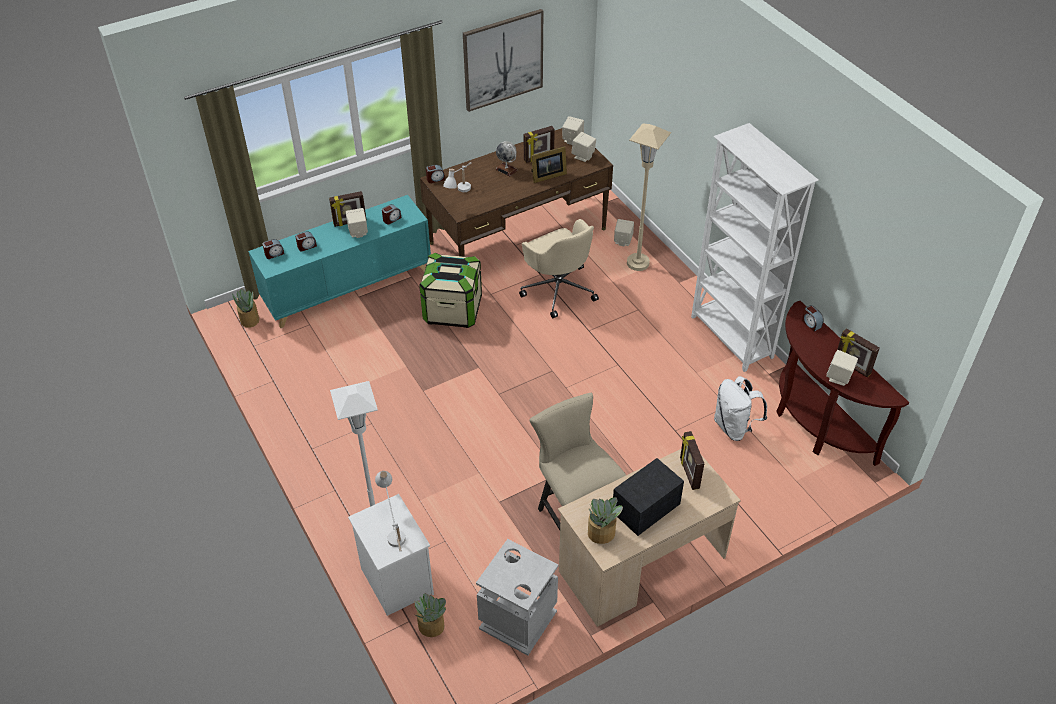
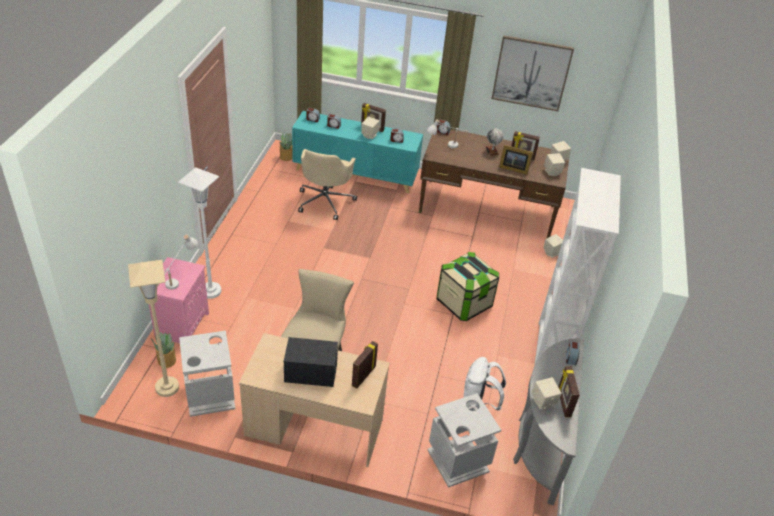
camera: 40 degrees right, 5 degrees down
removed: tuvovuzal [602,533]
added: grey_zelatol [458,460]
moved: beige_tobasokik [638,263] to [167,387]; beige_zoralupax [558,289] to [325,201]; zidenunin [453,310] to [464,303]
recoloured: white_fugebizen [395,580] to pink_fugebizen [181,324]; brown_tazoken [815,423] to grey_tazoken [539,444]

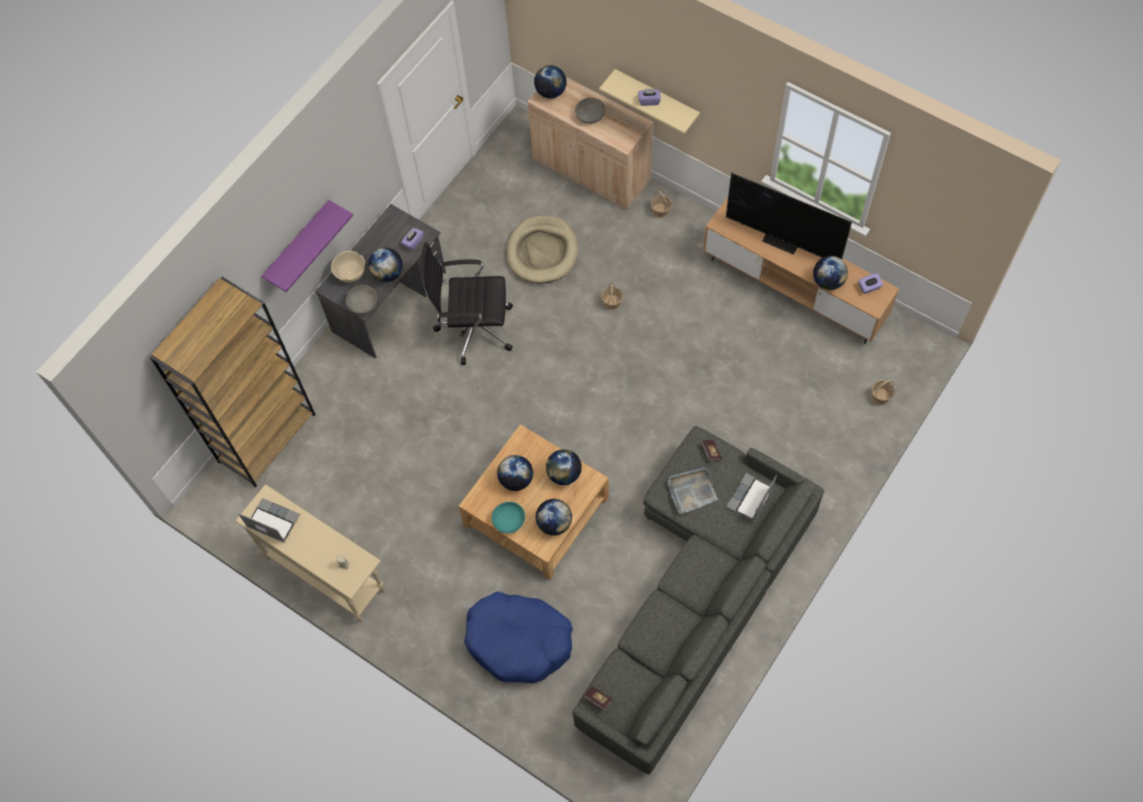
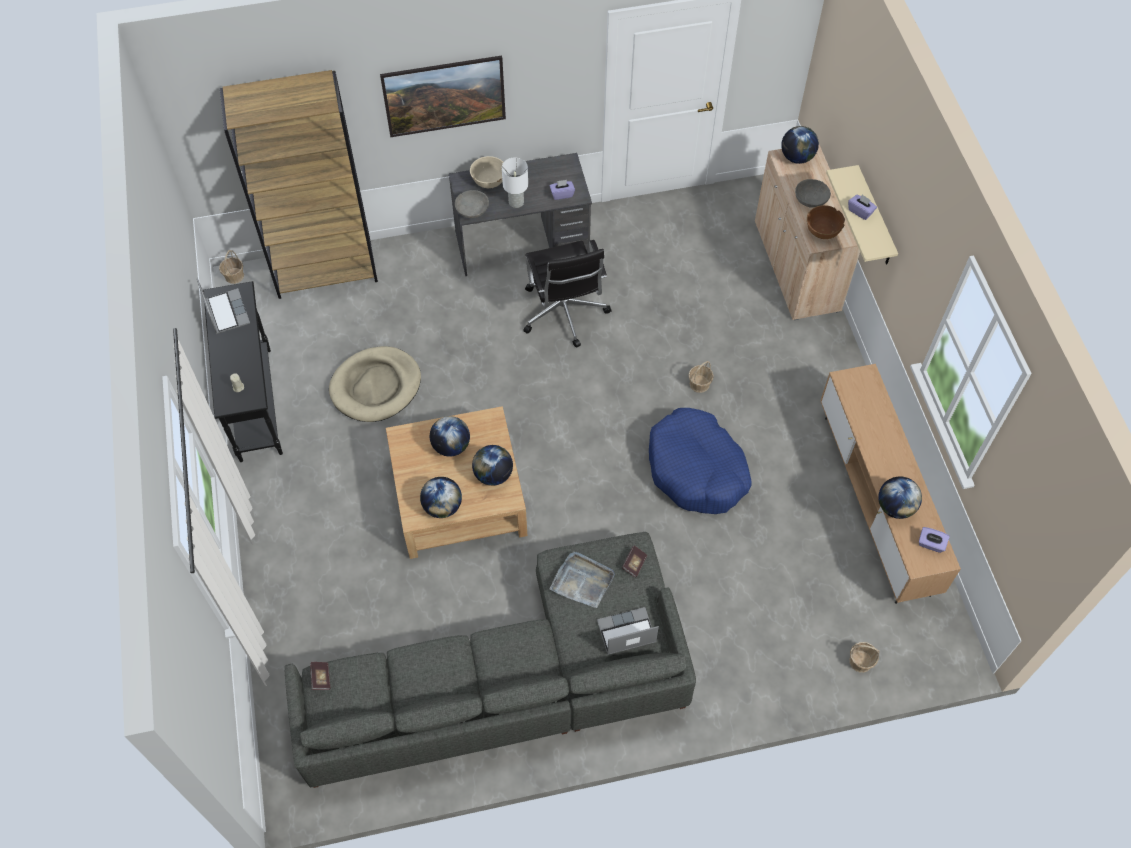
camera: 40 degrees right, 5 degrees down
removed: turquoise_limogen [509,521]; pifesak [782,241]
added: brown_limogen [822,231]
moved: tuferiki [660,211] to [234,276]; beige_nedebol [542,252] to [376,386]; blue_nedebol [519,641] to [696,469]
replaced: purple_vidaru [298,245] to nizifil [446,111]; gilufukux [388,273] to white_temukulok [516,202]
recoloured: beige_tazoken [325,574] to black_tazoken [256,403]
turned: black_zoralupax [473,328] = [564,314] 150 degrees counterclockwise

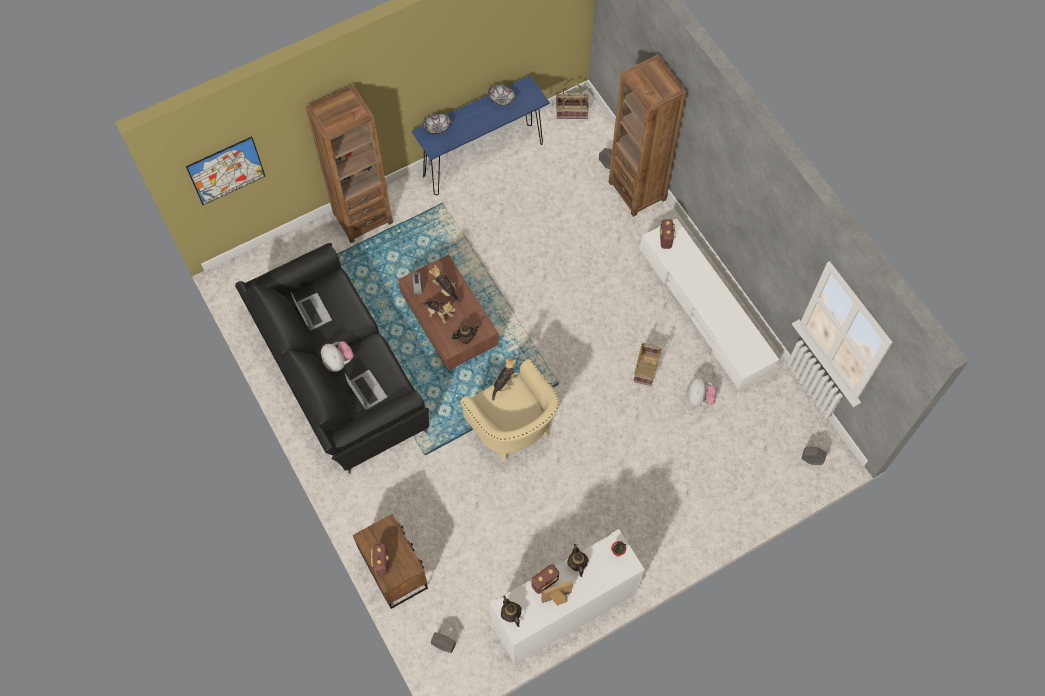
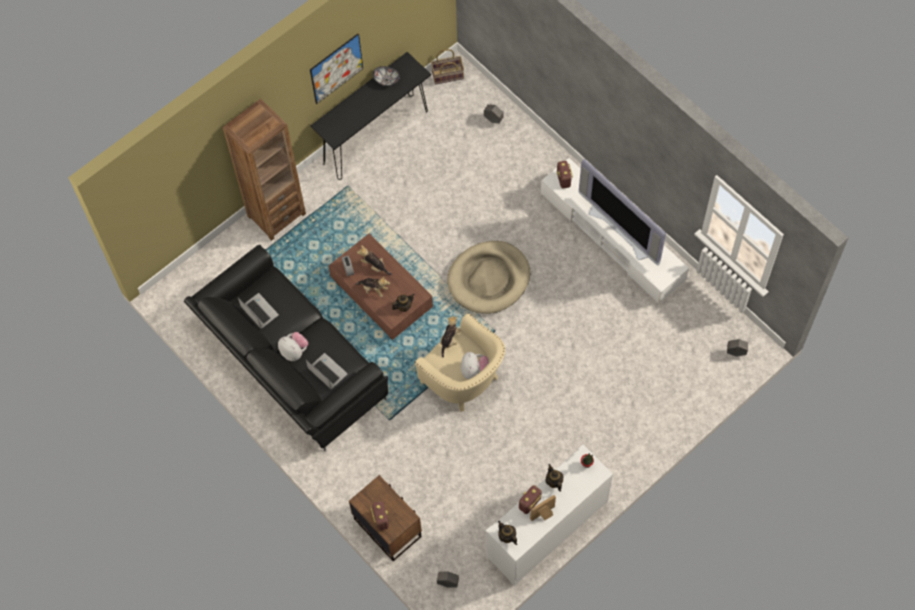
camera: 10 degrees left, 0 degrees up
removed: limogen [437,127]; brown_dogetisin [637,191]; tuferiki [646,369]
added: beige_nedebol [489,279]; pifesak [622,229]
moved: nizifil [226,171] to [336,68]; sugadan [699,398] to [474,371]
recoloured: blue_tazoken [483,159] to black_tazoken [375,137]

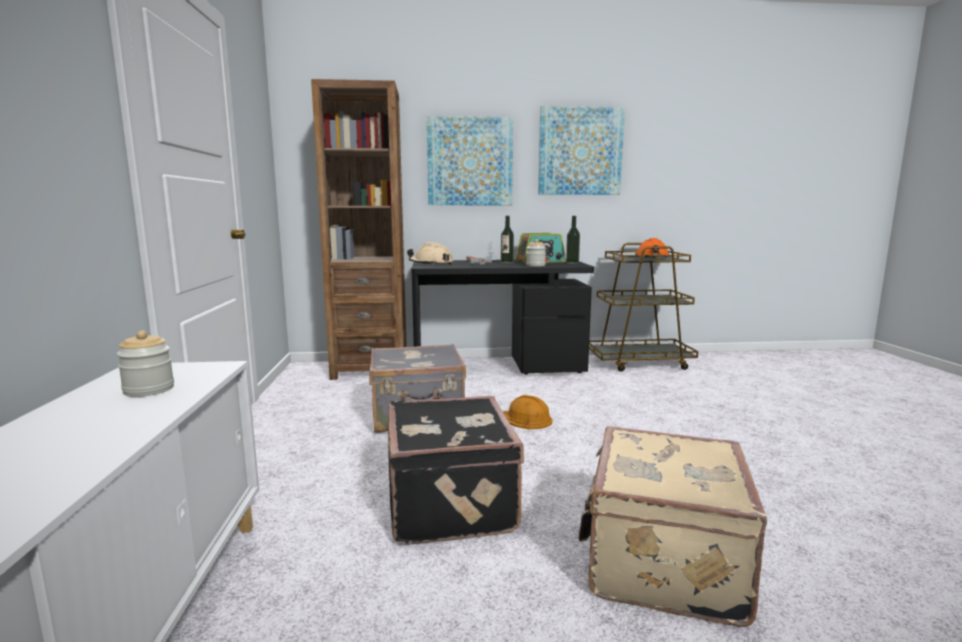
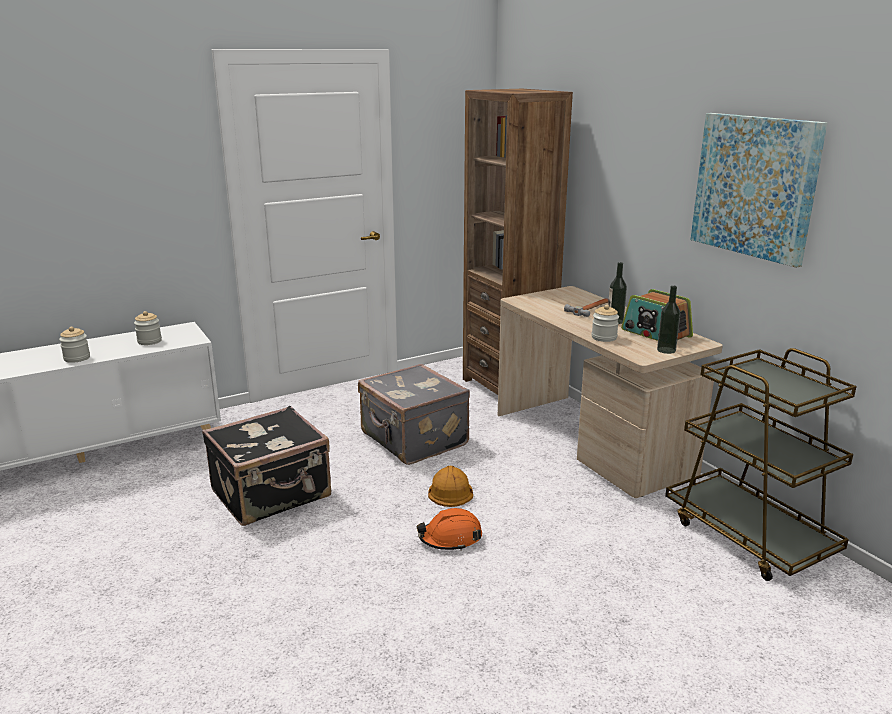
camera: 65 degrees right, 10 degrees up
removed: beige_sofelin [431,264]; nizifil [470,162]; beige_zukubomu [661,562]
added: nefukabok [77,358]
moved: orange_sofelin [652,258] to [450,538]
recoloured: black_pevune [498,367] to beige_pevune [592,443]

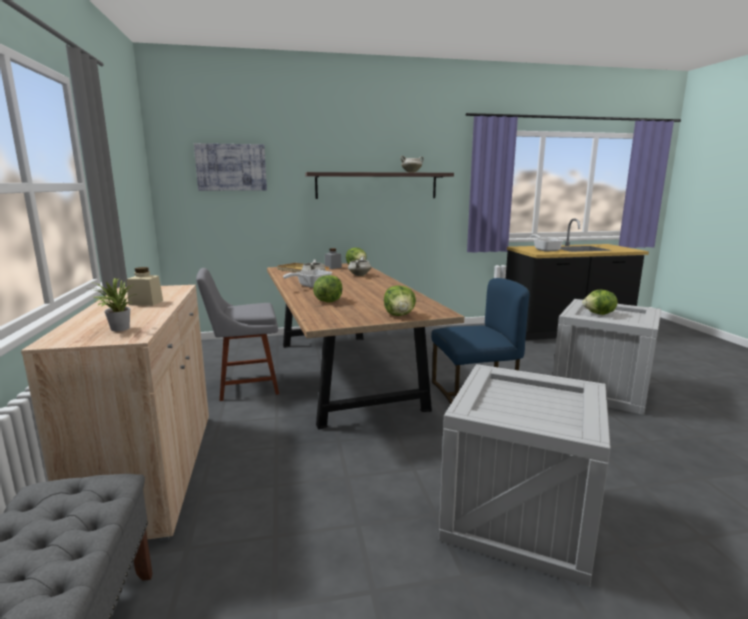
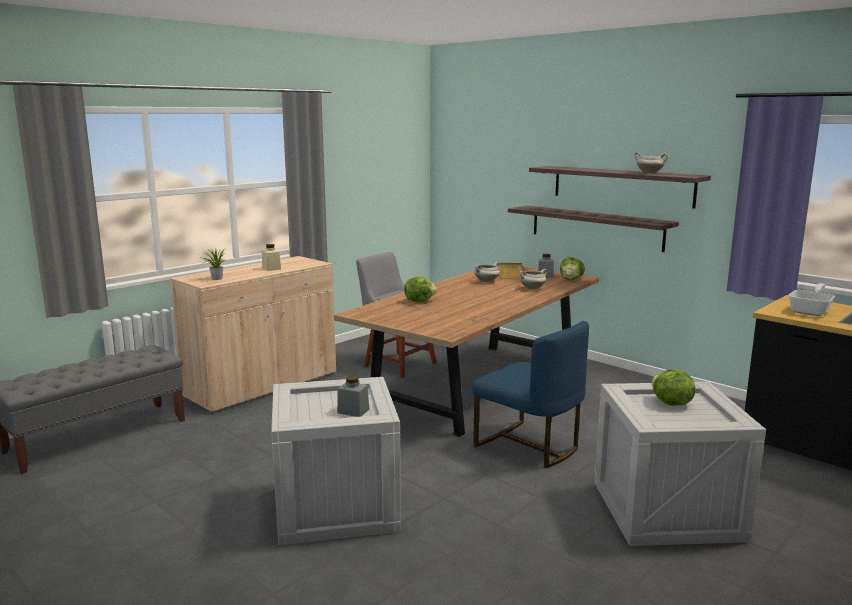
camera: 55 degrees right, 0 degrees up
removed: nizifil [231,167]; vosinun [310,286]; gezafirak [399,315]
added: grey_nefukabok [353,411]; vidaru [595,227]

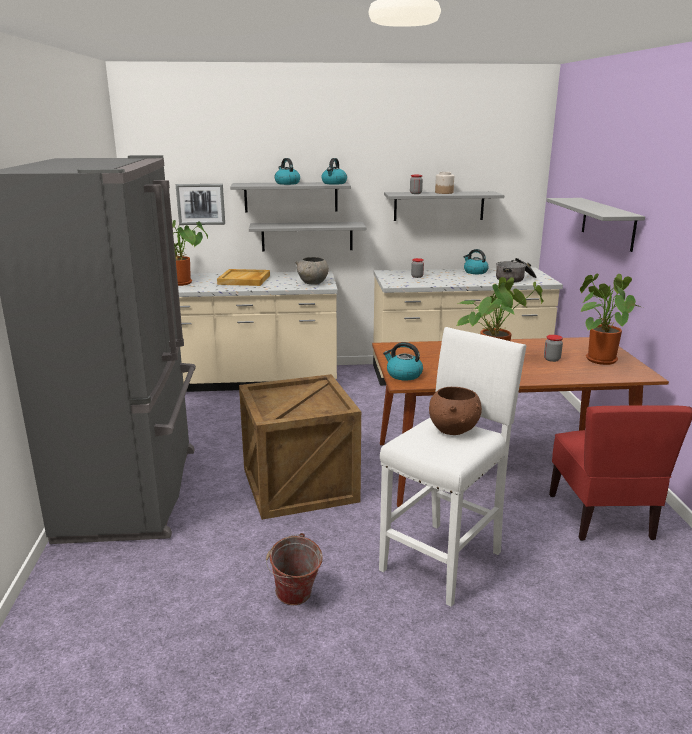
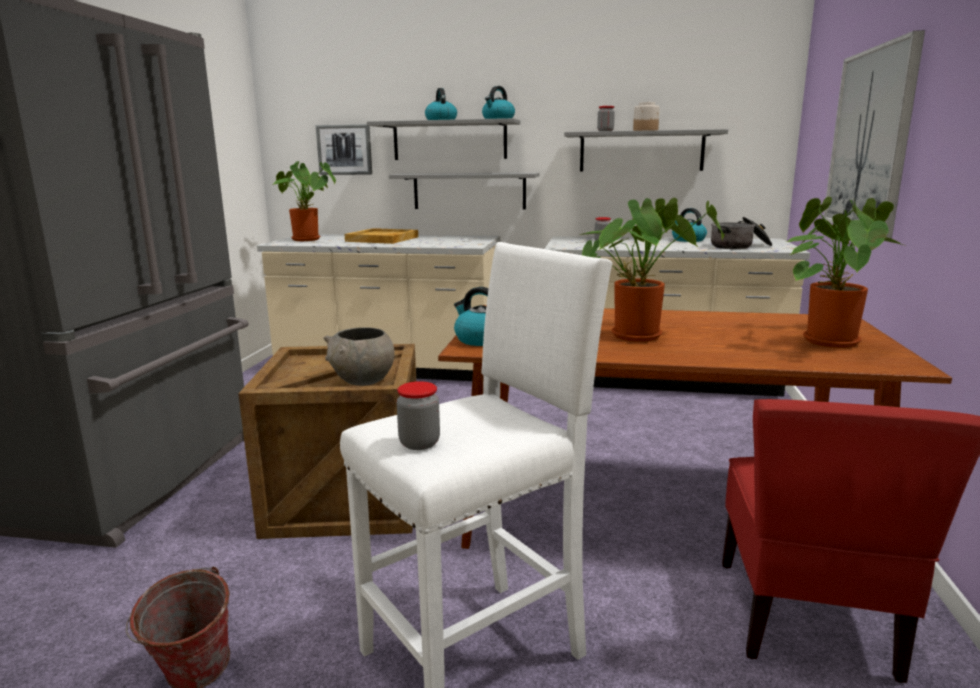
camera: 15 degrees right, 5 degrees down
removed: brown_limogen [454,430]
moved: grey_limogen [313,283] to [363,381]; nefukabok [552,359] to [419,443]
replaced: grey_vidaru [608,223] to nizifil [870,140]

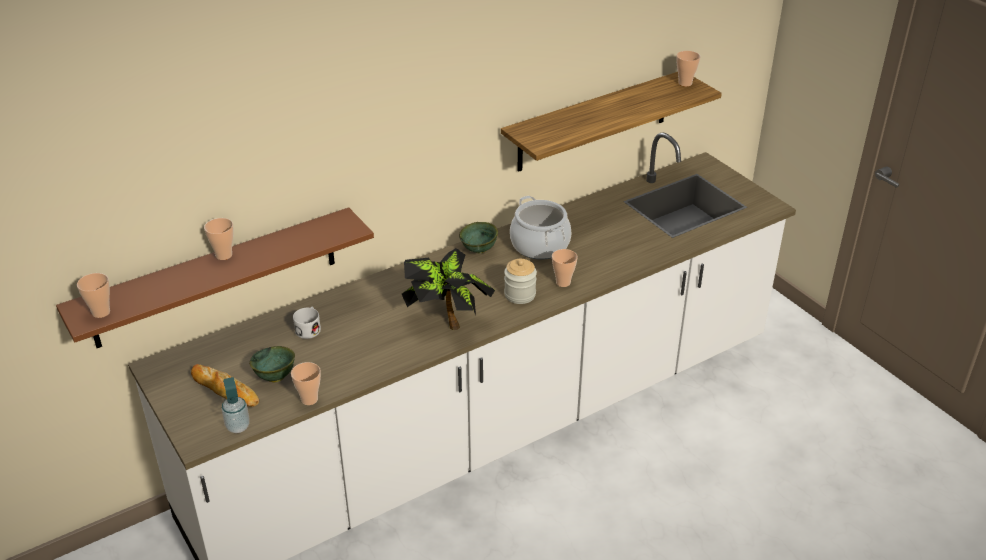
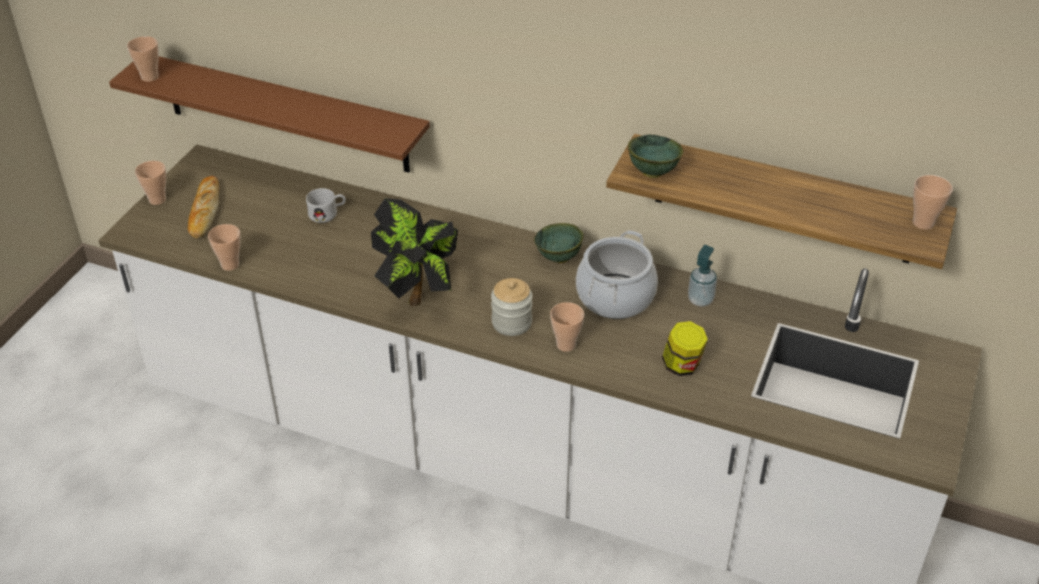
camera: 55 degrees right, 5 degrees up
added: nefukabok [682,366]
moved: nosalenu [224,255] to [157,200]; green_limogen [274,377] to [651,172]; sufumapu [238,426] to [700,300]

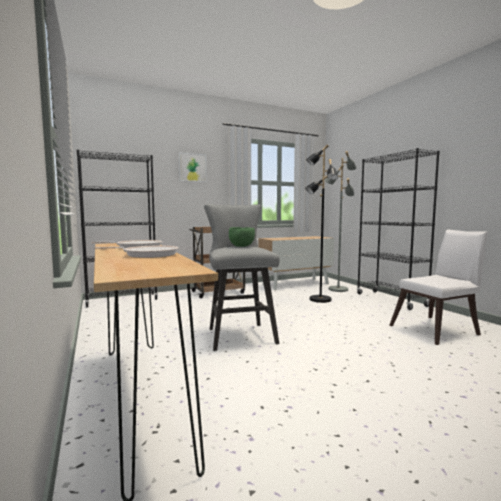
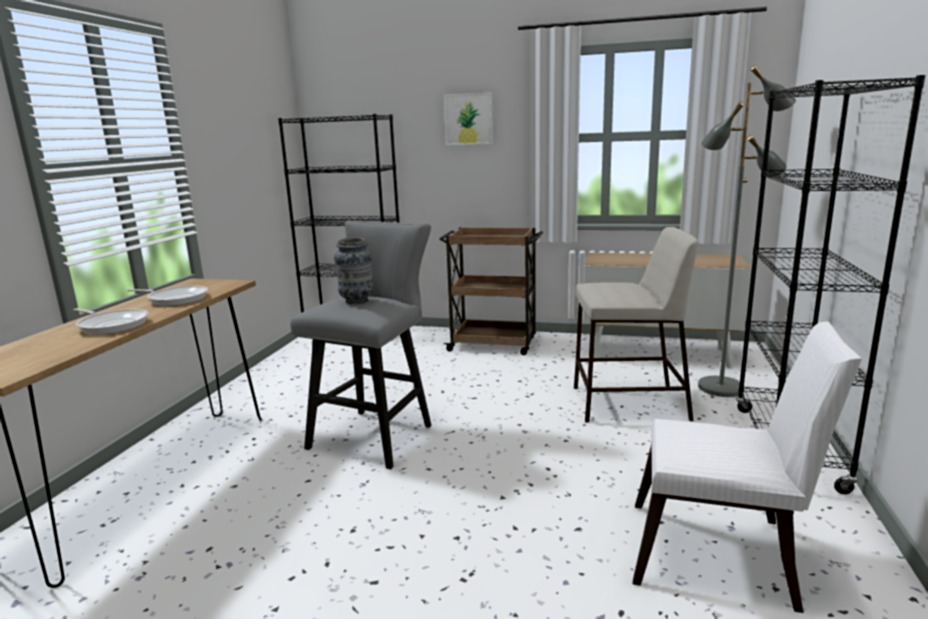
camera: 40 degrees right, 10 degrees up
replaced: green_limogen [241,246] to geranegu [357,301]; black_tobasokik [319,299] to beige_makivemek [628,403]

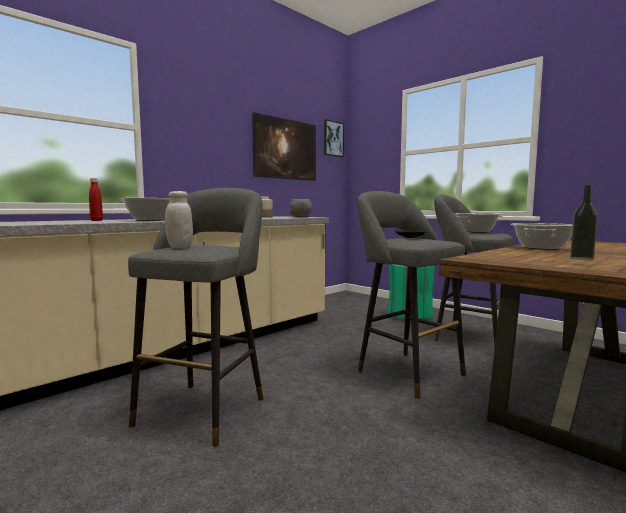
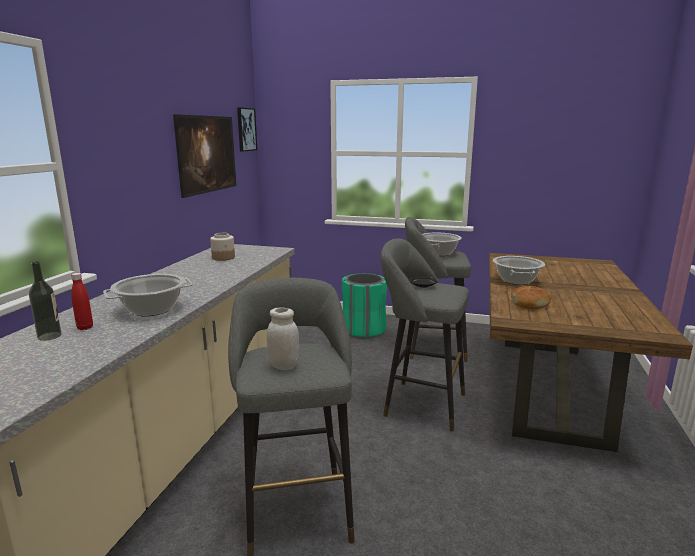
camera: 30 degrees left, 10 degrees up
removed: grey_limogen [300,217]
added: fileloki [529,303]
moved: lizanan [581,258] to [49,336]

